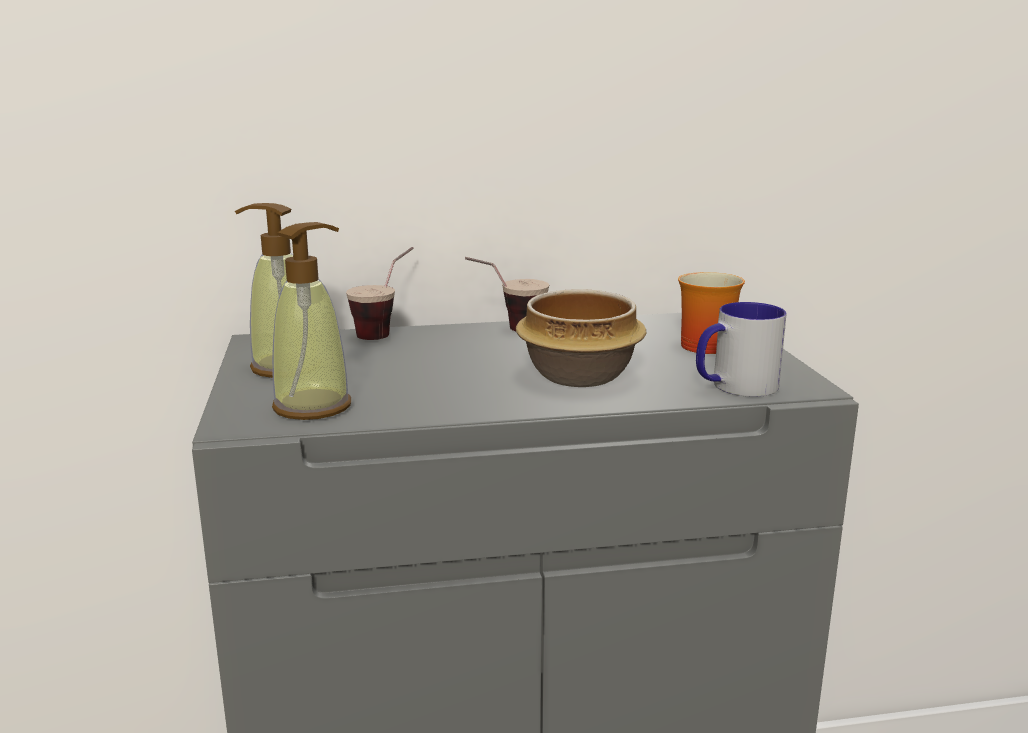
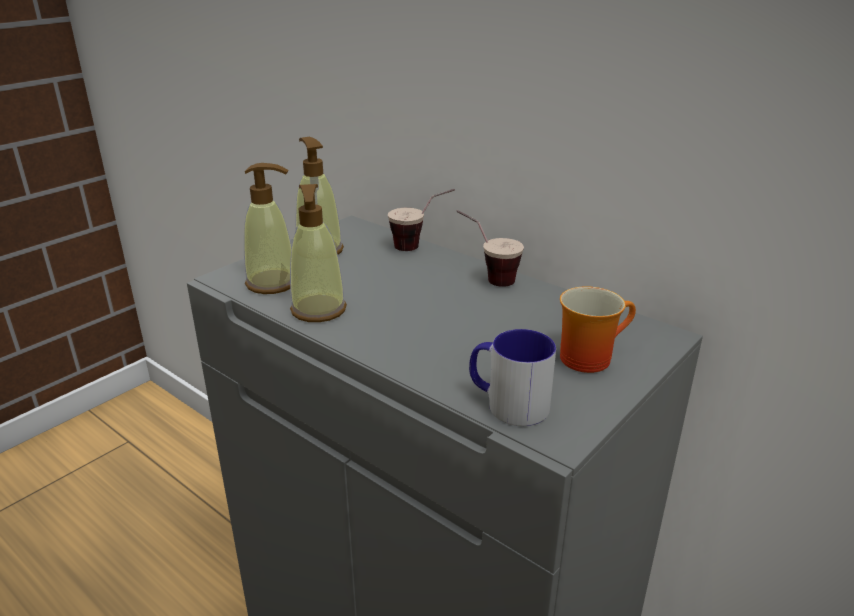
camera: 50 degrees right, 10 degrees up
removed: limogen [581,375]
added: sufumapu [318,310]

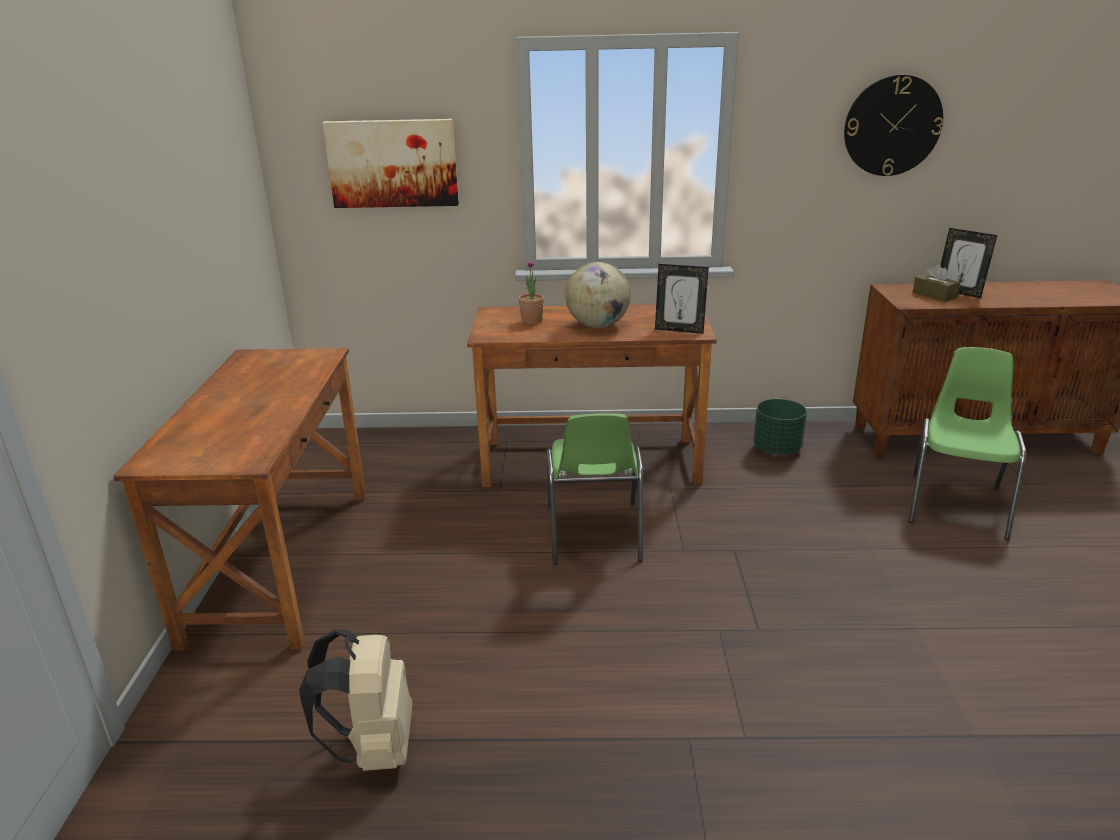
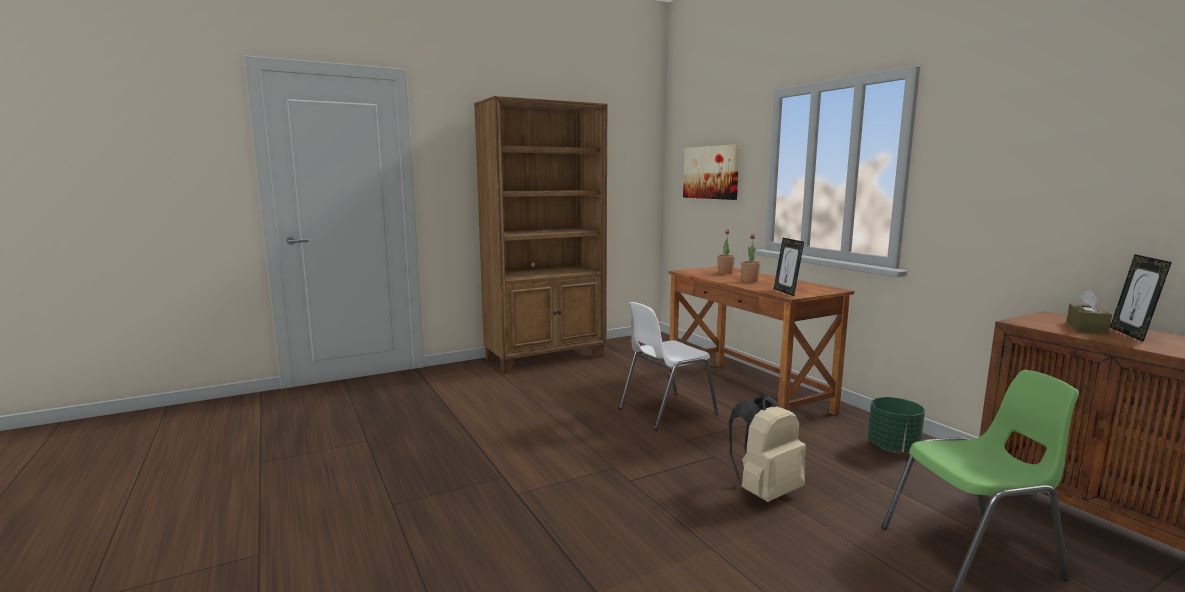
camera: 60 degrees right, 15 degrees down
removed: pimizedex [892,126]
moved: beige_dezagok [373,747] to [764,492]
replaced: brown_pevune [281,563] to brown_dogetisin [546,358]; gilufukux [598,325] to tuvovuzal [749,281]
recoloured: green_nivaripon [593,534] to white_nivaripon [665,411]

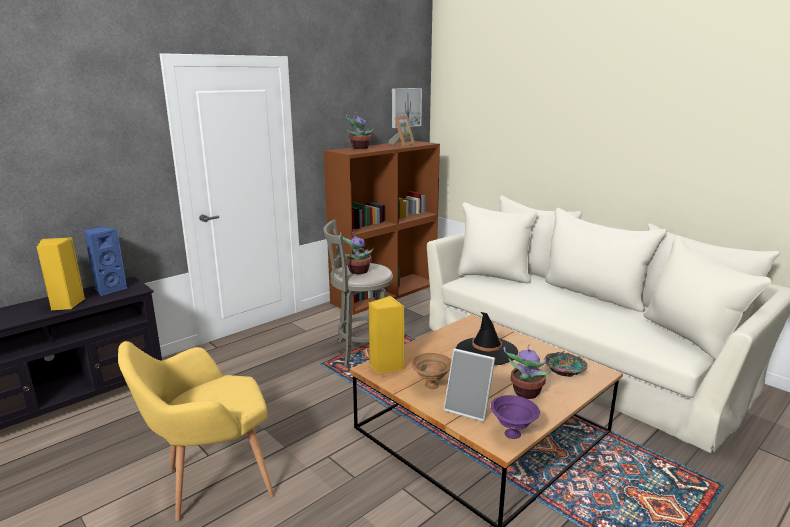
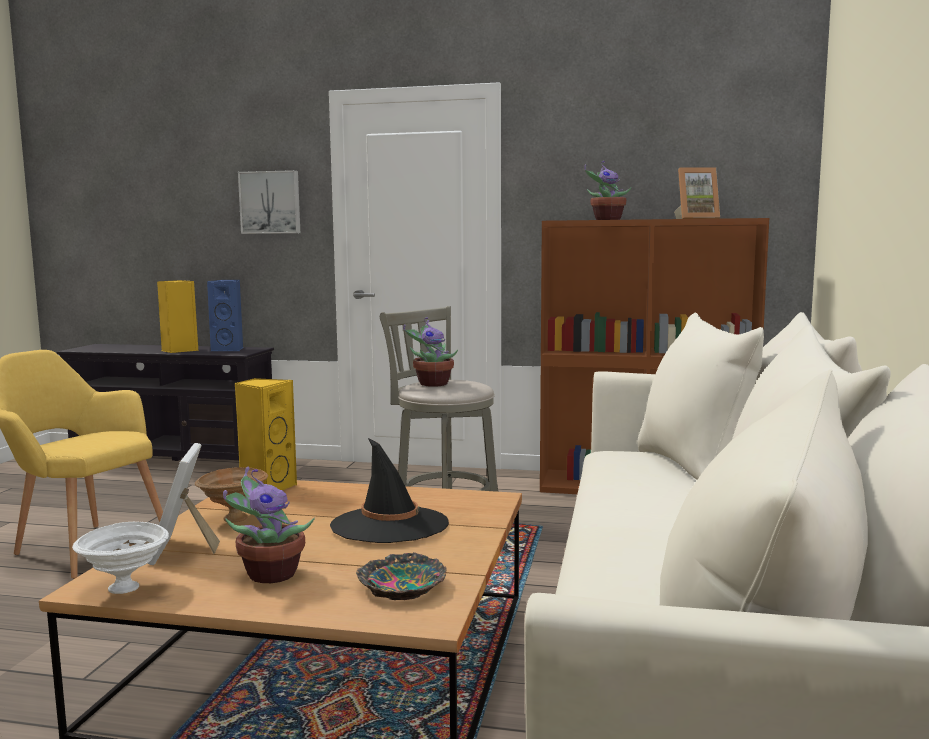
camera: 55 degrees right, 10 degrees down
moved: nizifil [405,107] to [270,202]
recoloured: purple_limogen [512,433] to white_limogen [126,588]

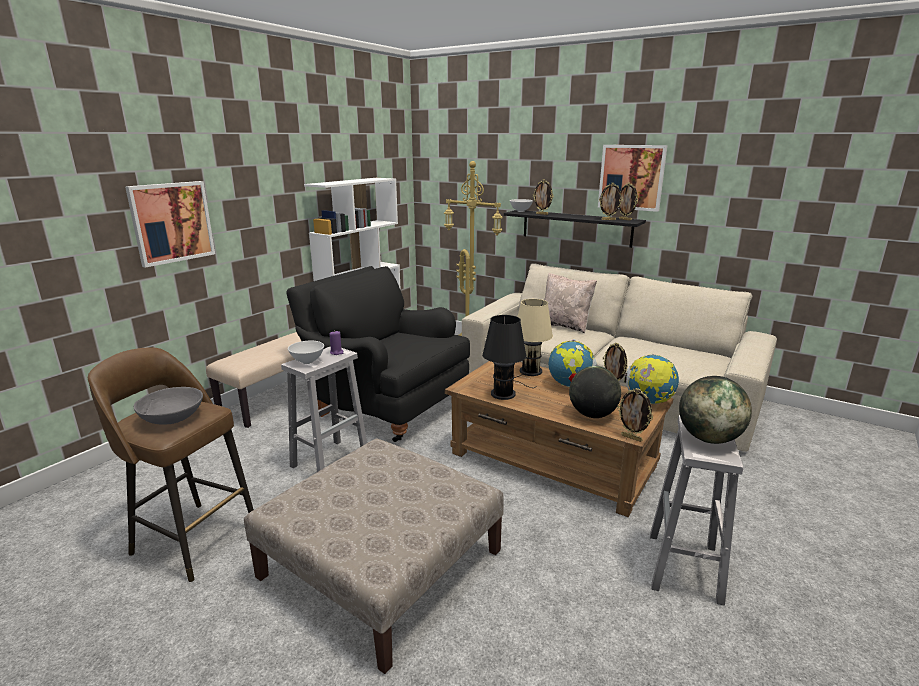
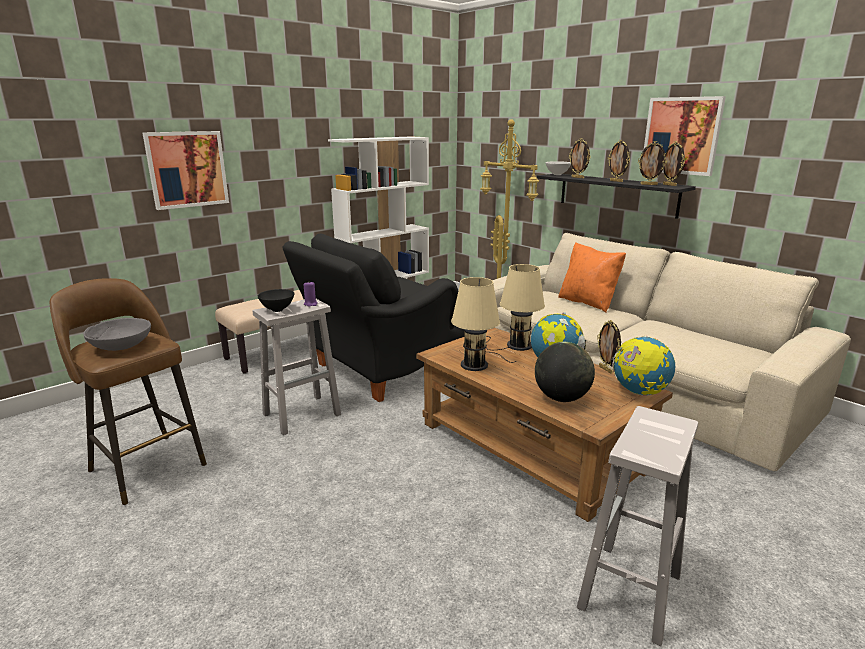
camera: 15 degrees right, 0 degrees up
removed: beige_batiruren [382,563]; gilufukux [708,438]
moved: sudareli [632,438] to [616,181]
recoloured: white_limogen [307,362] to black_limogen [277,310]; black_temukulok [504,393] to beige_temukulok [476,364]; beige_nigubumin [564,325] to orange_nigubumin [588,303]
turned: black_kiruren [386,406] = [382,369] 90 degrees counterclockwise

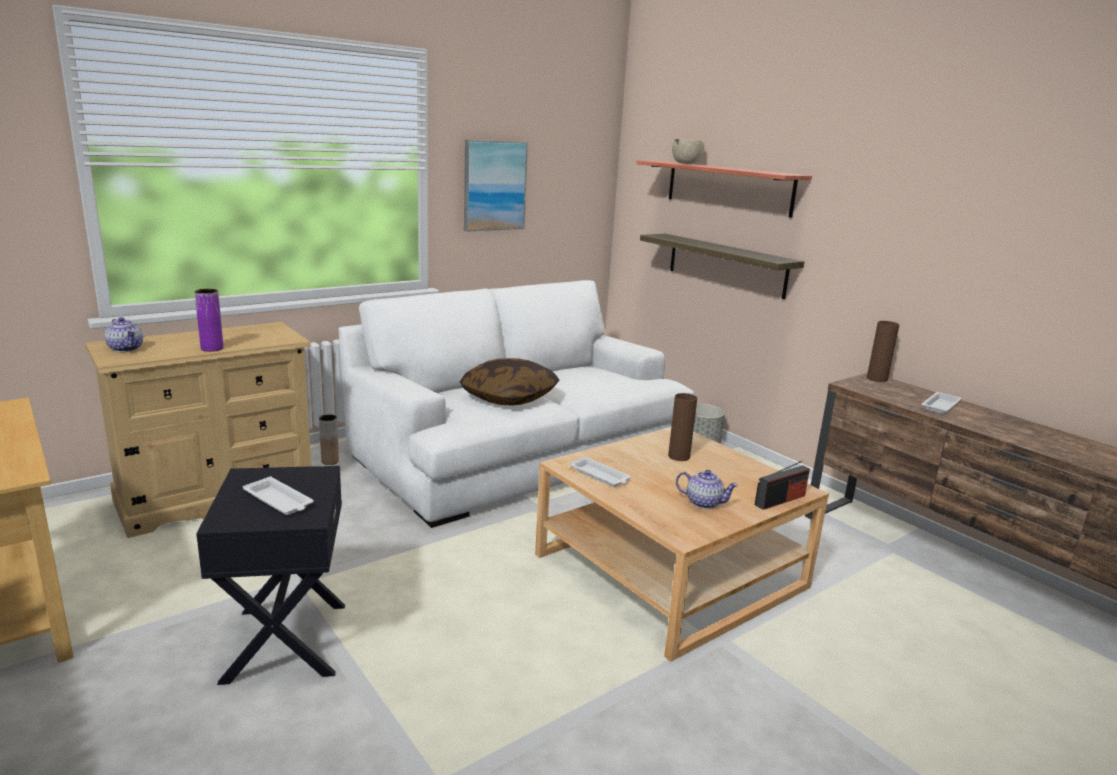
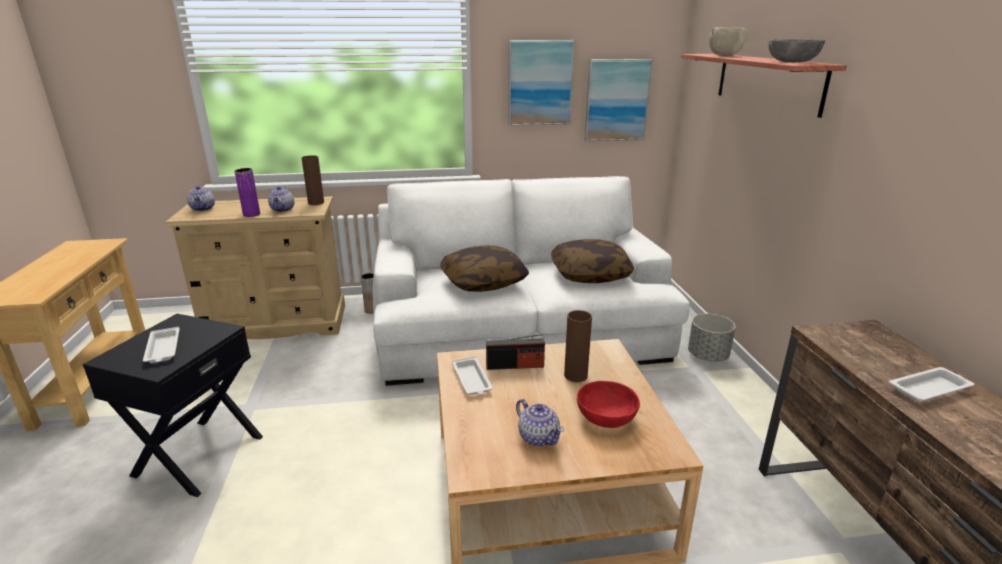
camera: 30 degrees right, 5 degrees up
removed: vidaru [726,265]
added: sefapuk [283,209]; nigubumin [590,274]; red_limogen [605,418]; nizifil [616,100]; grey_limogen [792,62]
moved: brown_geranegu [877,379] to [316,203]; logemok [780,500] to [515,365]

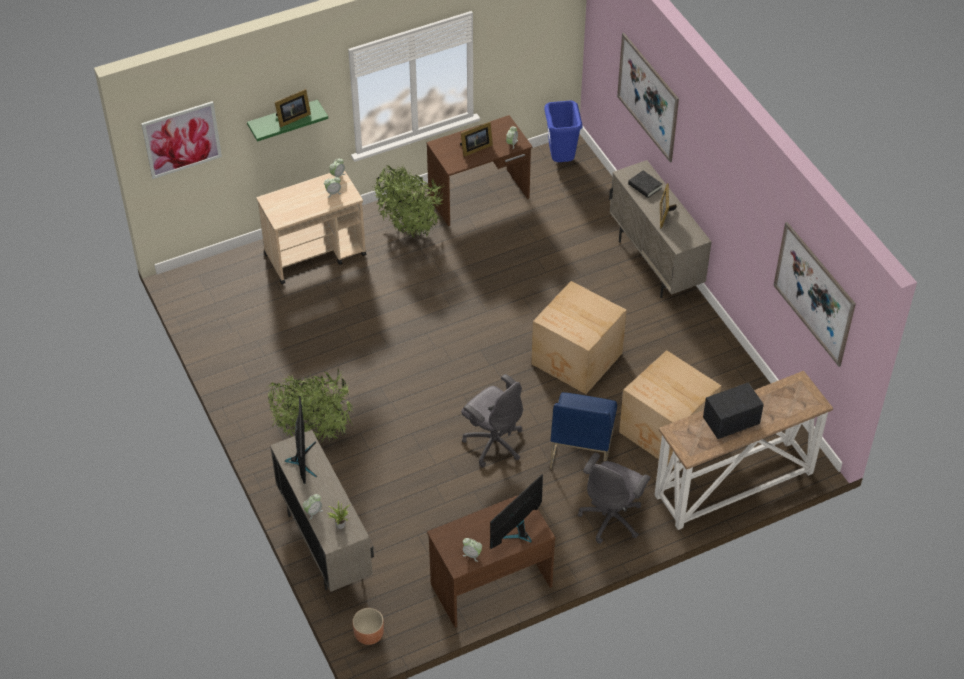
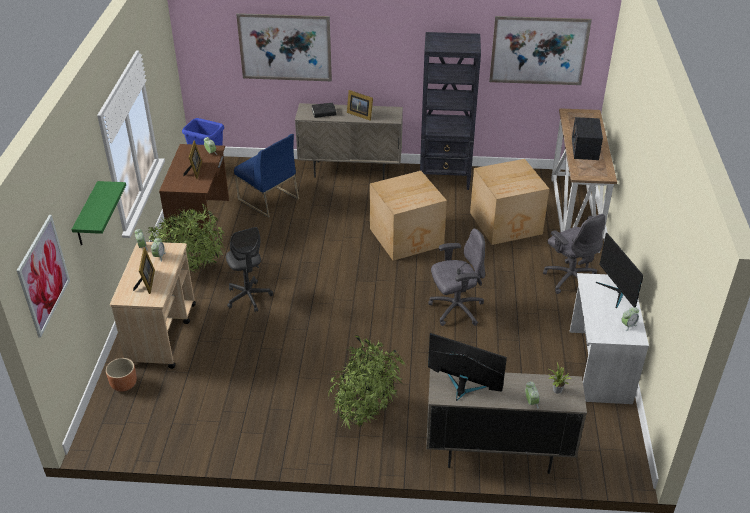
camera: 60 degrees left, 10 degrees down
added: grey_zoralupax [248,297]; black_dogetisin [445,178]
moved: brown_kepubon [369,634] to [123,384]; sudareli [292,118] to [147,283]; blue_nivaripon [581,449] to [267,199]
recoloured: brown_pevune [490,584] to white_pevune [598,366]

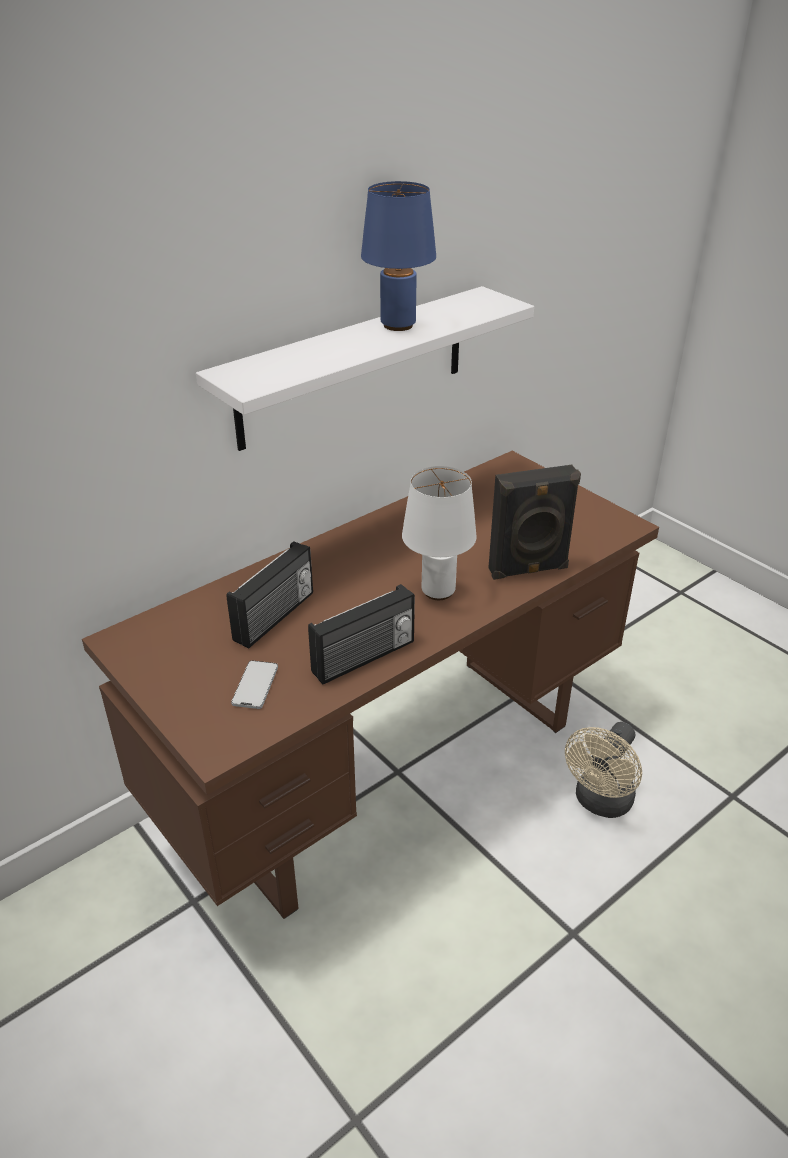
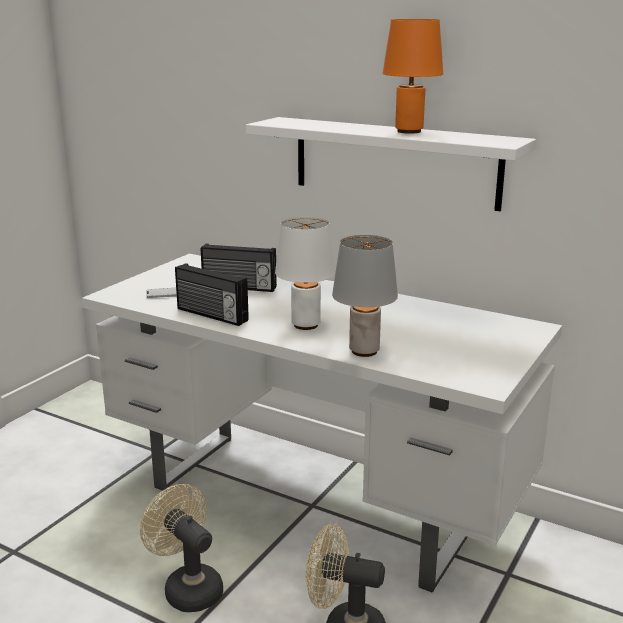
camera: 70 degrees right, 15 degrees down
added: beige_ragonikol [187,588]
replaced: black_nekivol [528,570] to grey_temukulok [364,351]
recoloured: brown_pevune [393,769] to white_pevune [313,502]; blue_temukulok [397,325] to orange_temukulok [409,131]

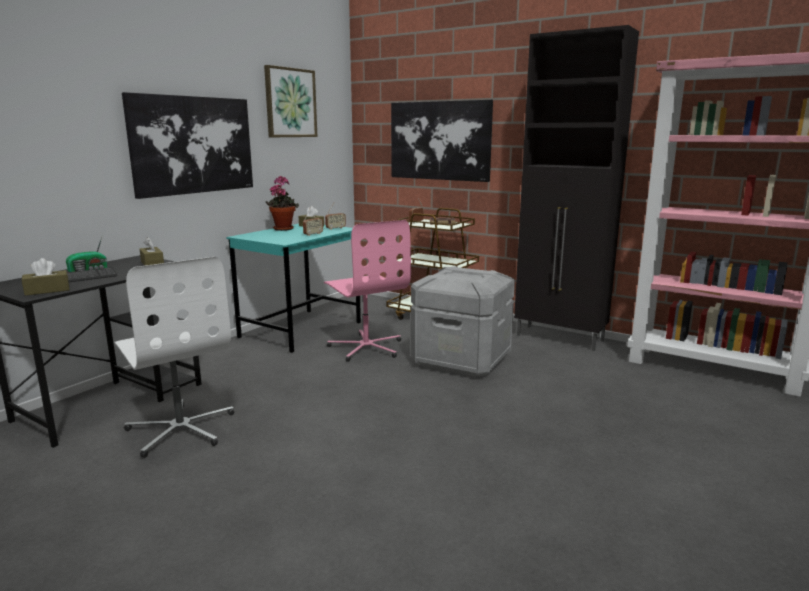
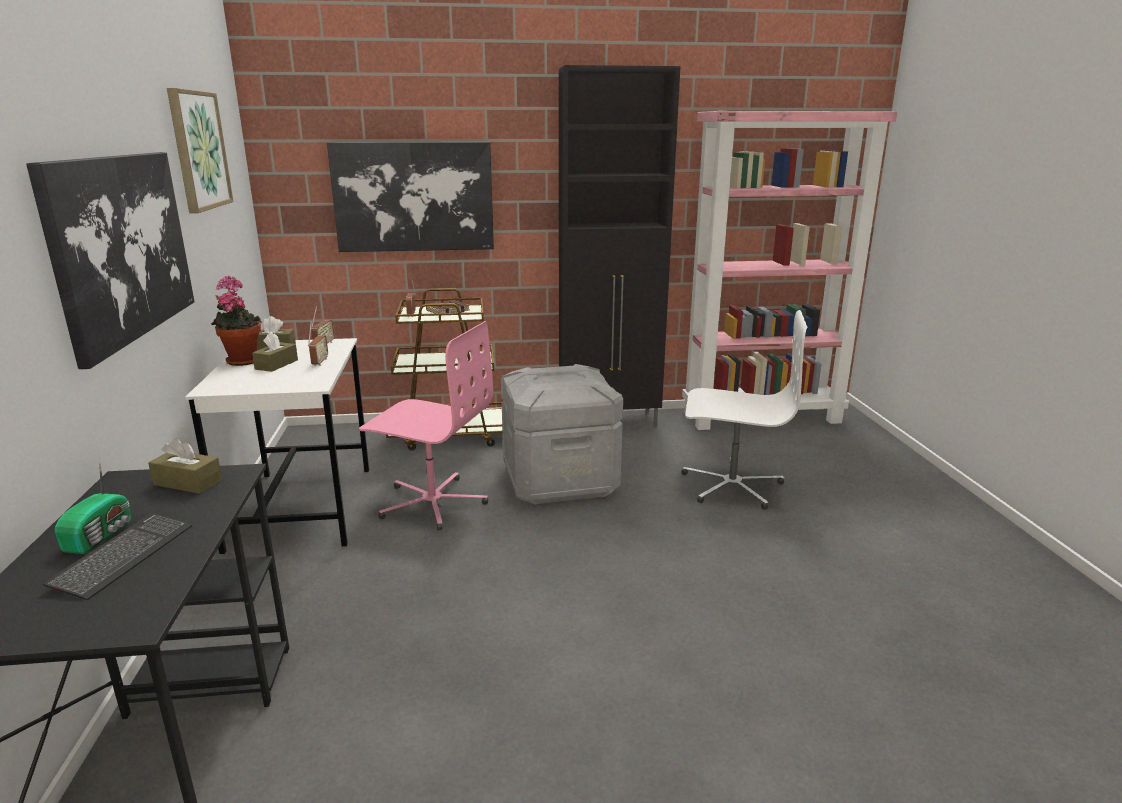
camera: 40 degrees left, 5 degrees up
moved: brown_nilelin [47,290] to [276,364]; white_zoralupax [181,429] to [731,485]
recoloured: turquoise_pevune [301,330] to white_pevune [302,508]

